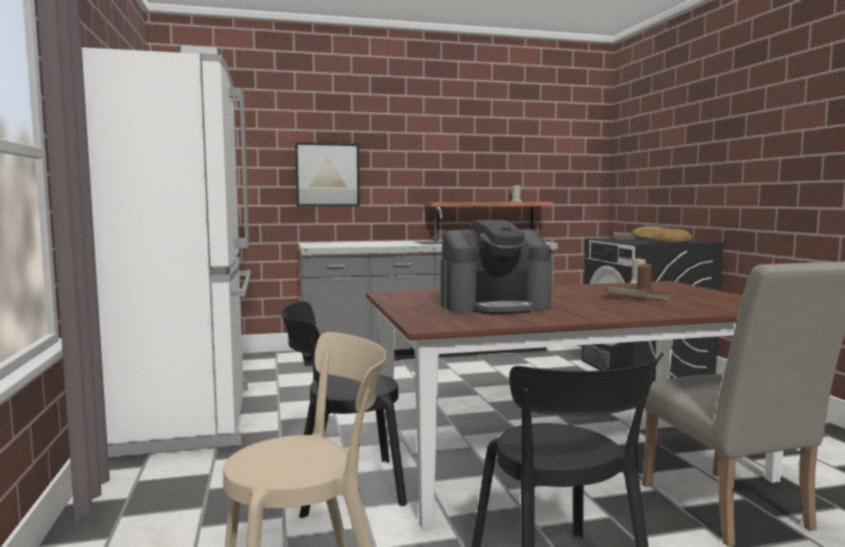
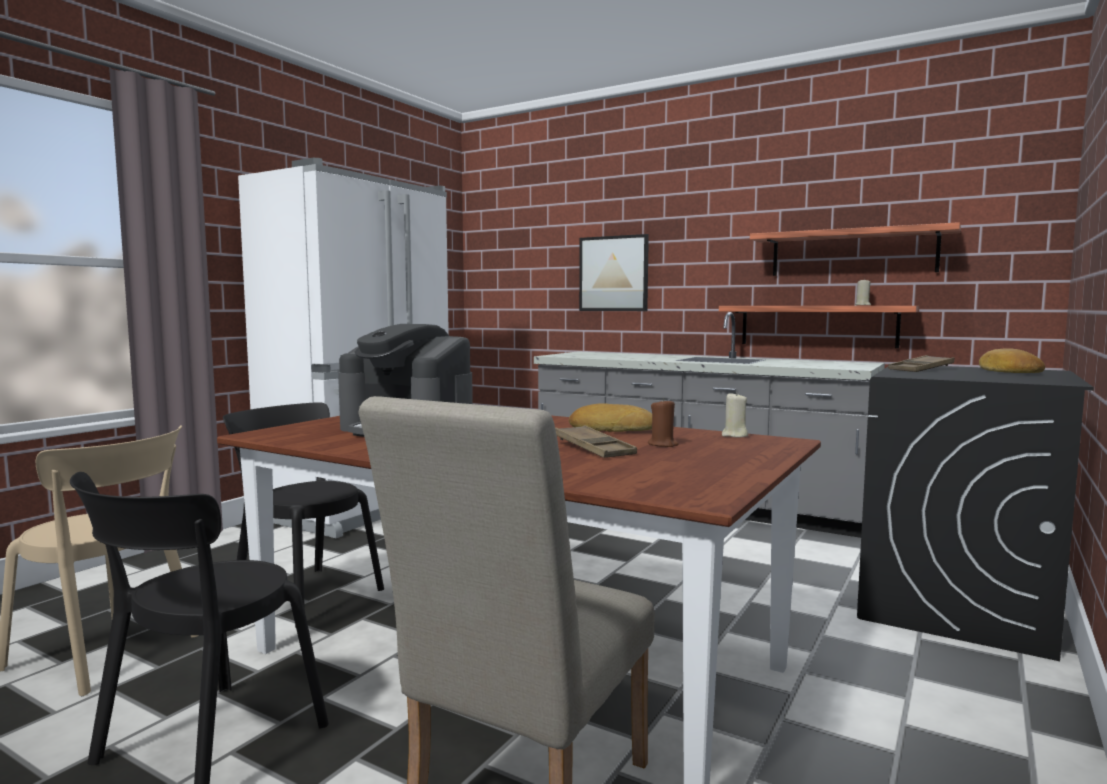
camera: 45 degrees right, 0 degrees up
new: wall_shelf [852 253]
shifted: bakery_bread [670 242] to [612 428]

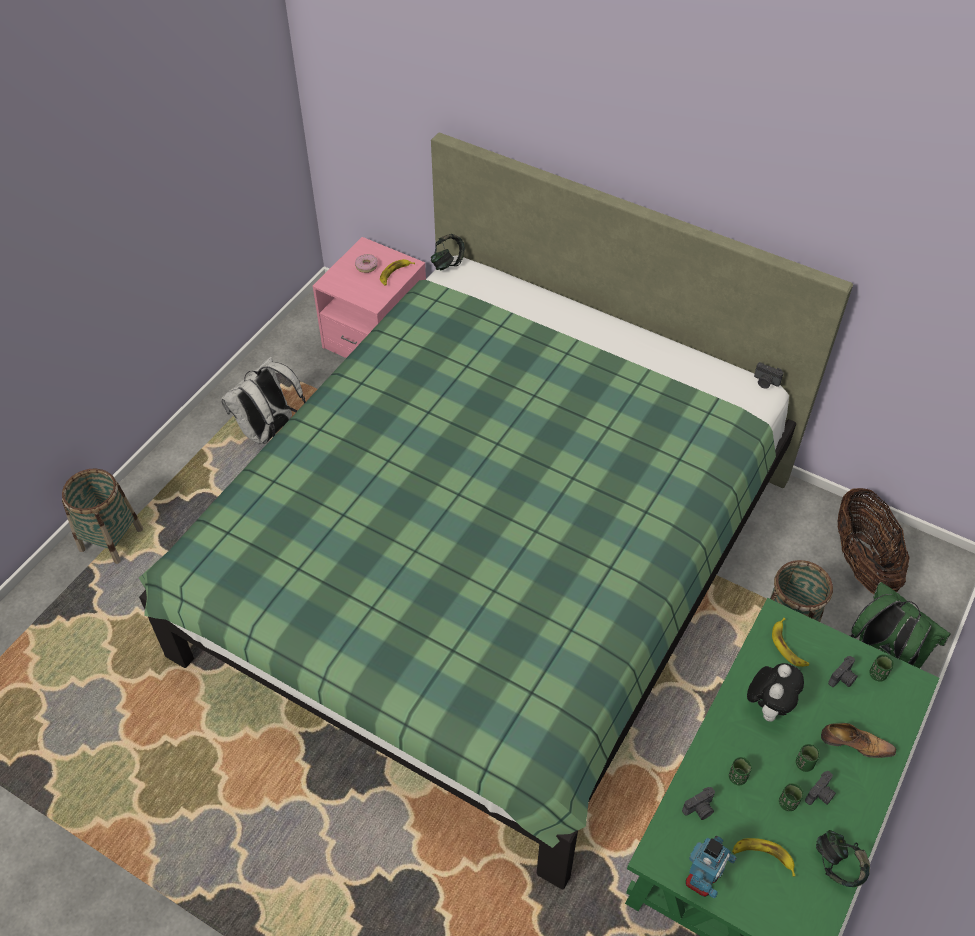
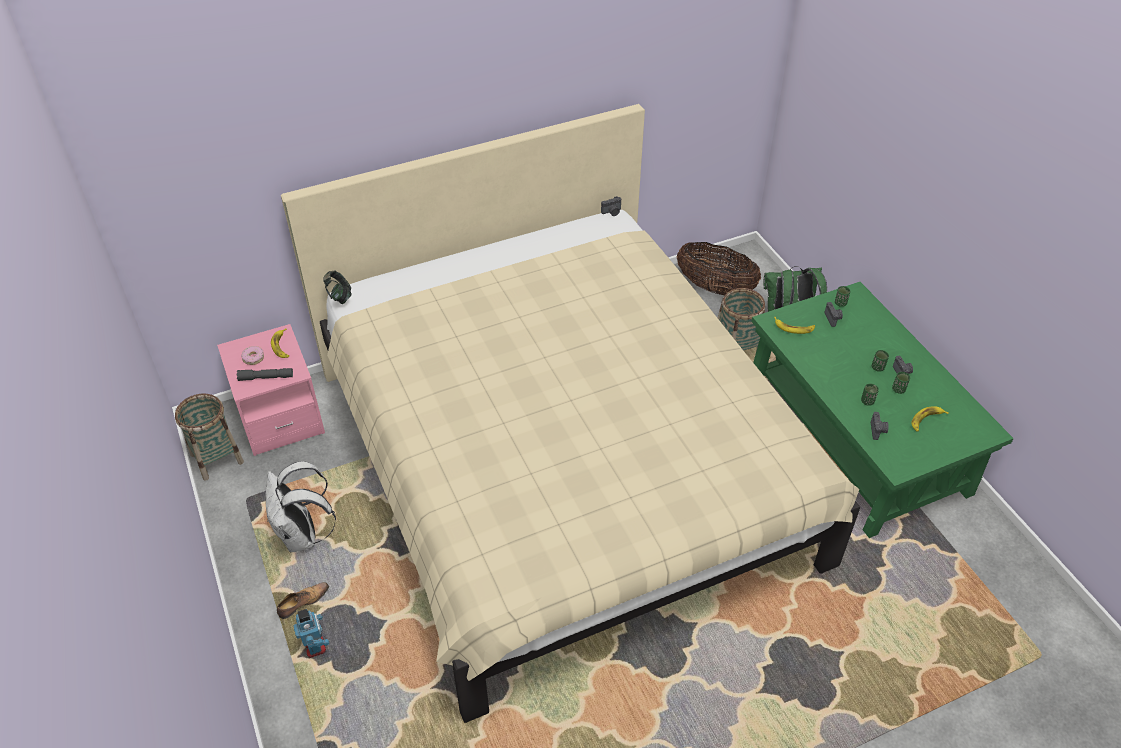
camera: 55 degrees left, 5 degrees down
gone: soft_toy [768 706]; pair_of_headphones [837 865]
new: grey_hand_torch [266 377]
shifted: household_basket [111 539] to [216 458]; toy_robot [702 879] to [316 646]; low_shoe [854 744] to [302 603]
repainted: green-coloured_bedroom_bed [490 565] to beige_bedroom_bed [560 466]

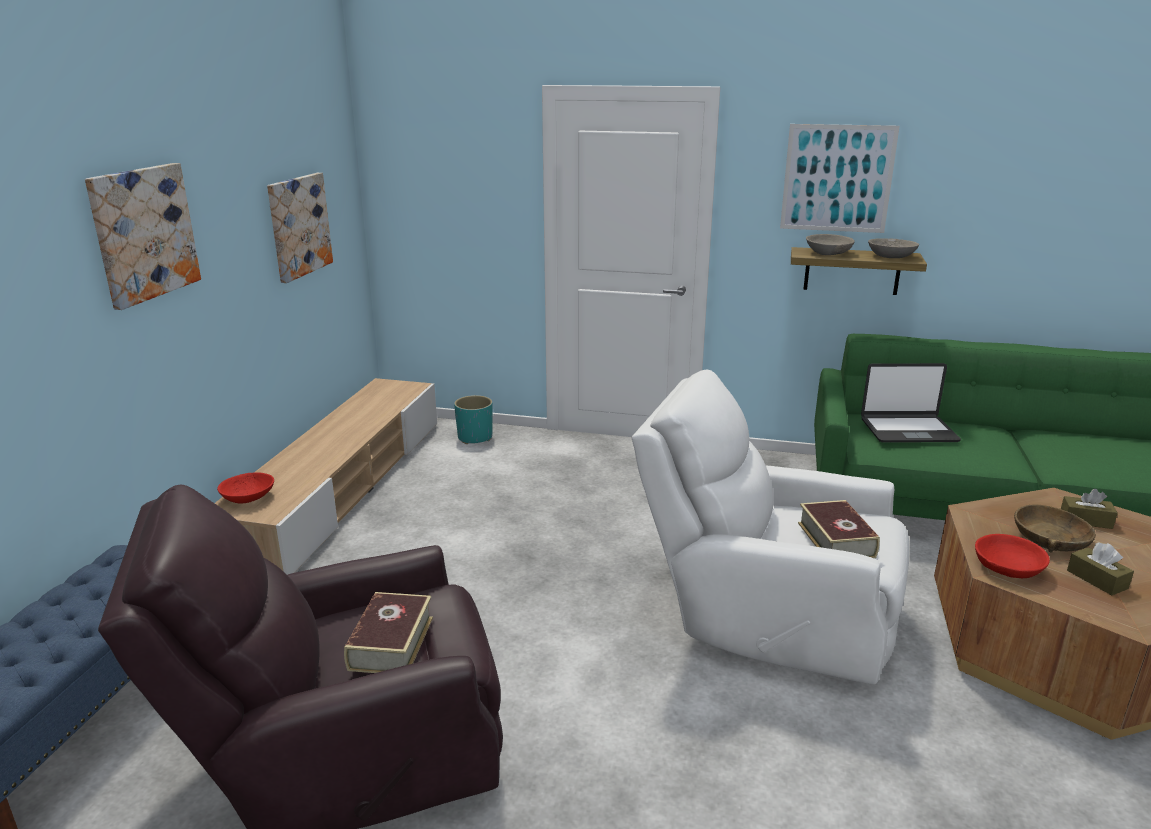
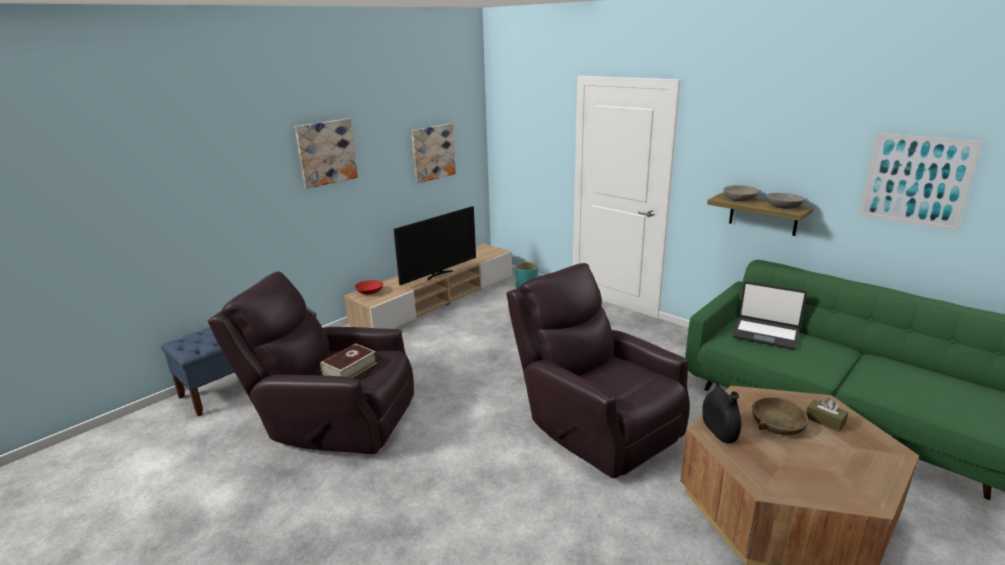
camera: 30 degrees right, 0 degrees up
gone: volume [836 540]; brown_box_of_tissues [1097 579]
new: television [438 275]
shifted: wall_art [837 178] to [916 180]
swapped: red_deep_dish [1008 568] to black-coloured_flower_vase [719 430]
repainted: white_armchair [766 616] to brown_armchair [595 425]

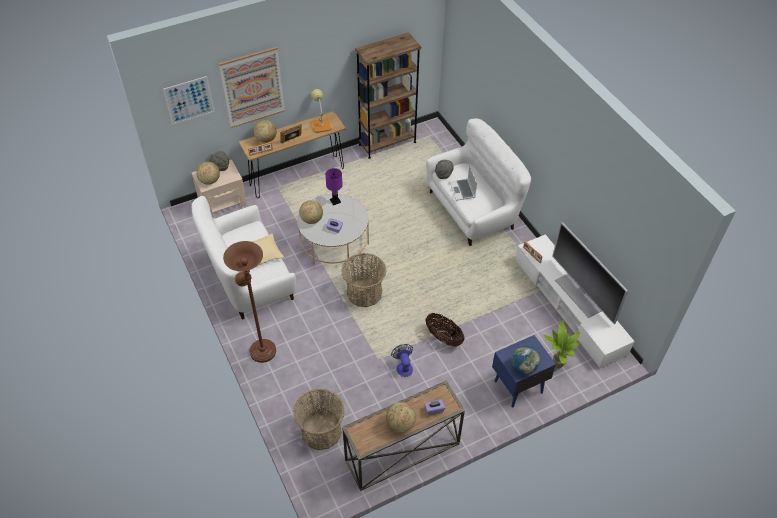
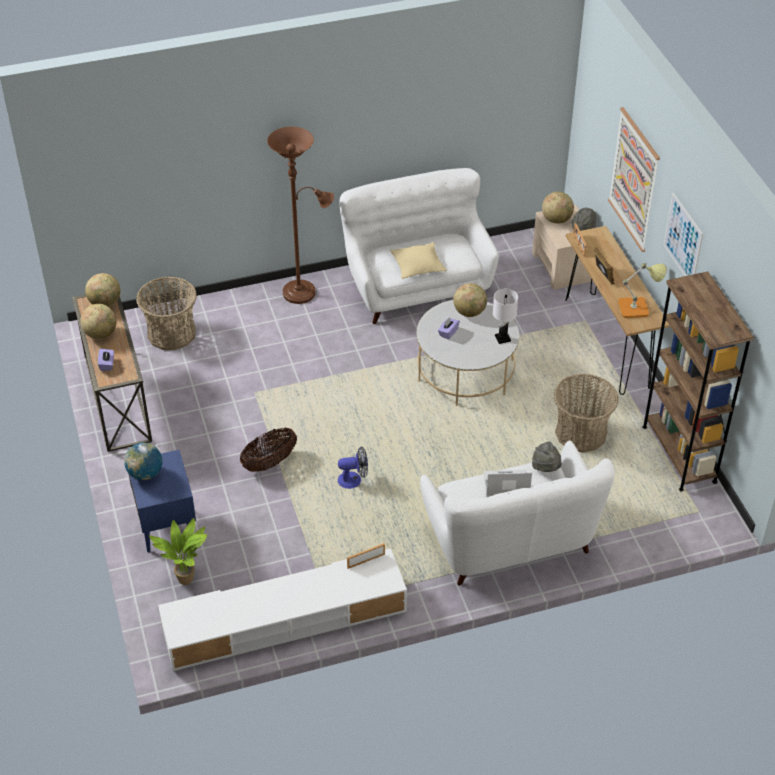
camera: 100 degrees right, 5 degrees down
gone: television [578 295]
shifted: wall_art [189 100] to [683 239]; desk_globe [266 139] to [105 303]; household_basket [364 293] to [581 433]; fan [403 366] to [354 480]
repainted: purple-coloured_lamp_for_a_table [335 201] to white_lamp_for_a_table [503 338]

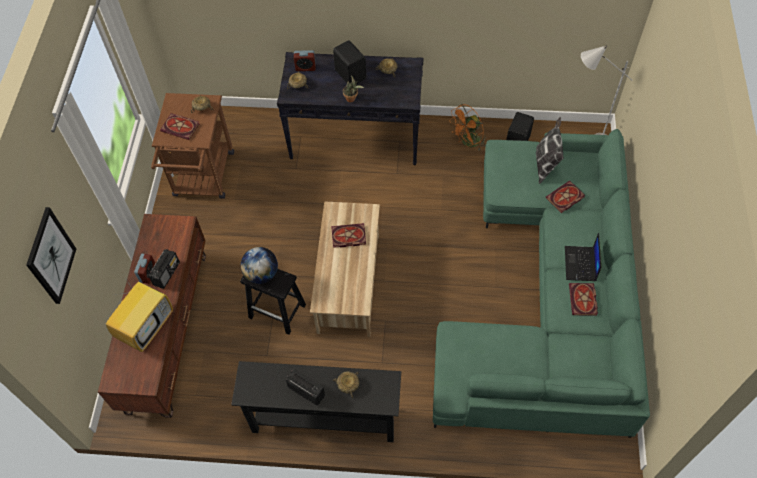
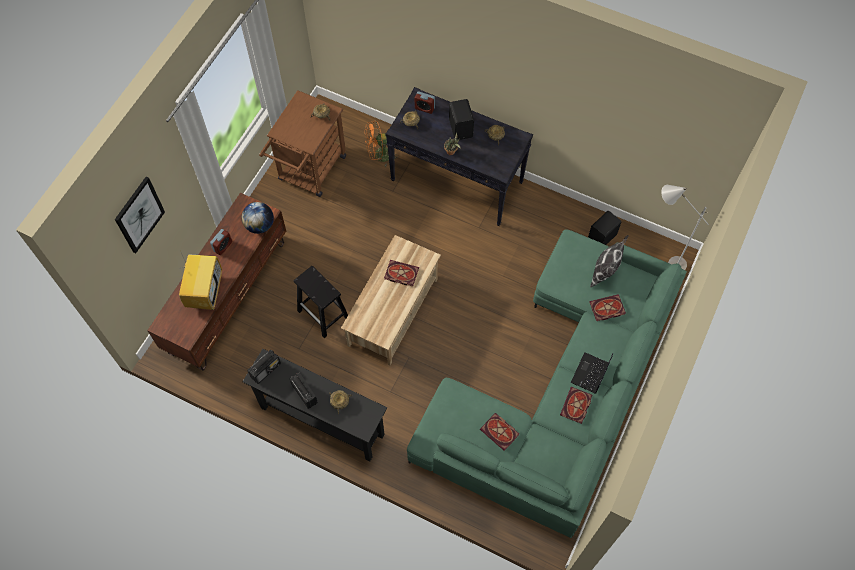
camera: 20 degrees right, 5 degrees up
shifted: radio [167 273] to [266 370]; volume [181 127] to [500 432]; desk_globe [261 274] to [260 225]; orangey_fan [468 143] to [379 156]
rotated: television [146 326] = [204 290] 45 degrees counterclockwise

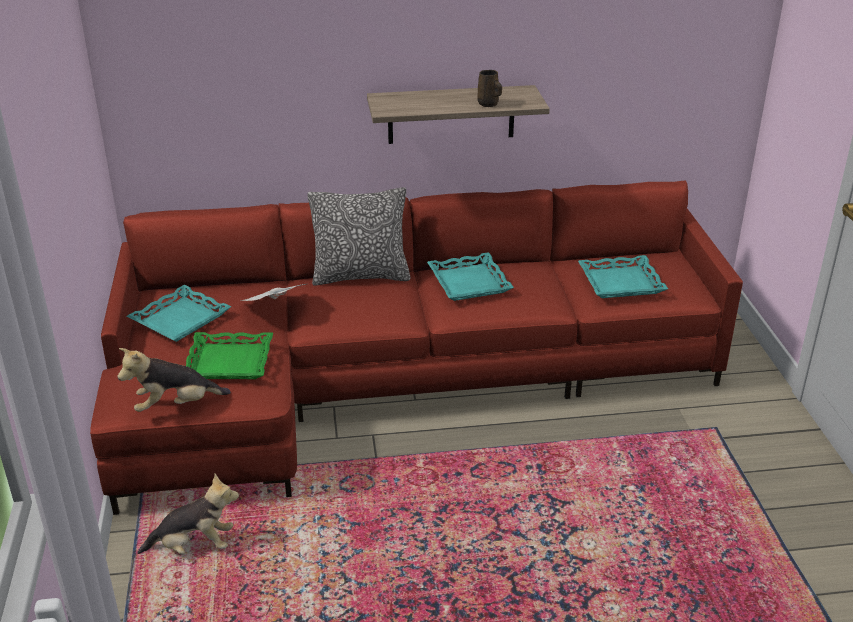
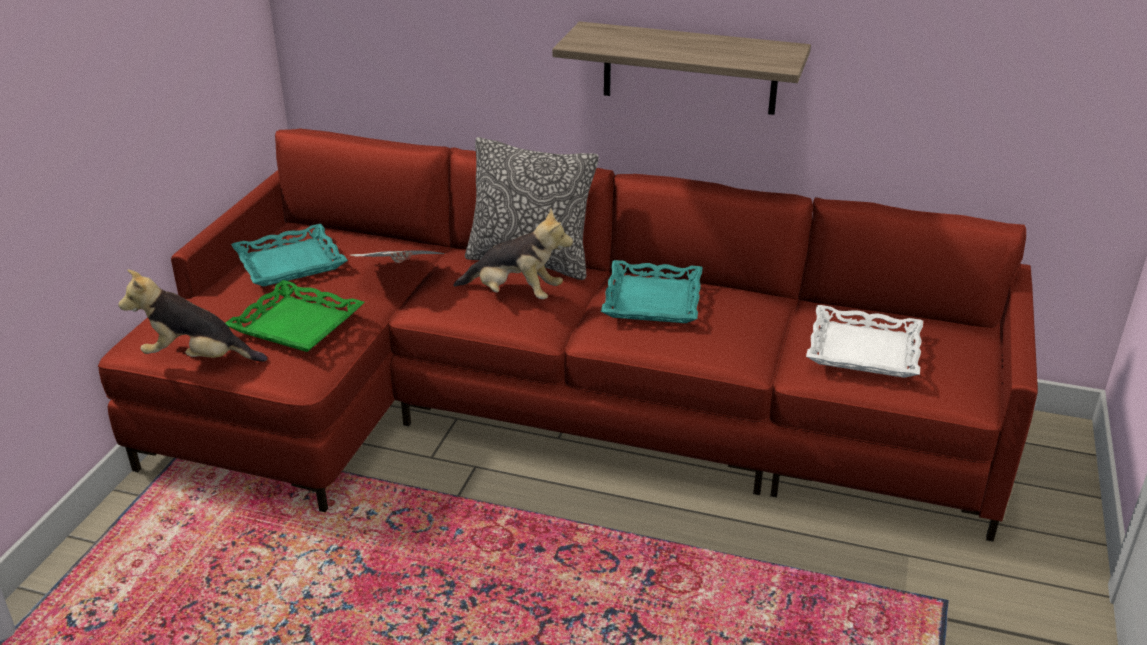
camera: 25 degrees right, 0 degrees up
gone: brown_mug [489 104]
shifted: soft_toy [194 546] to [515 294]
repainted: turquoise-coloured_carrying_tray [621 283] to white_carrying_tray [863 350]

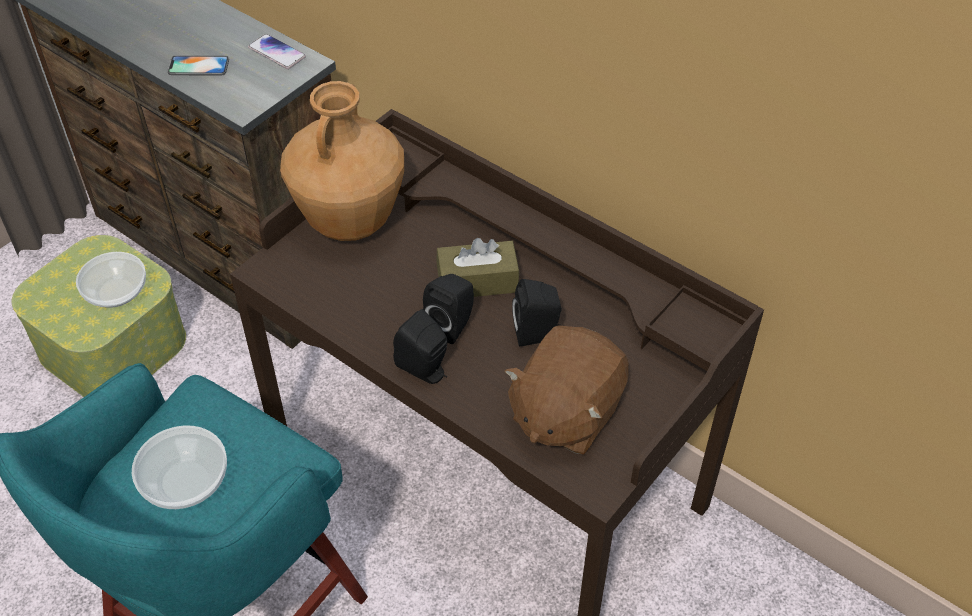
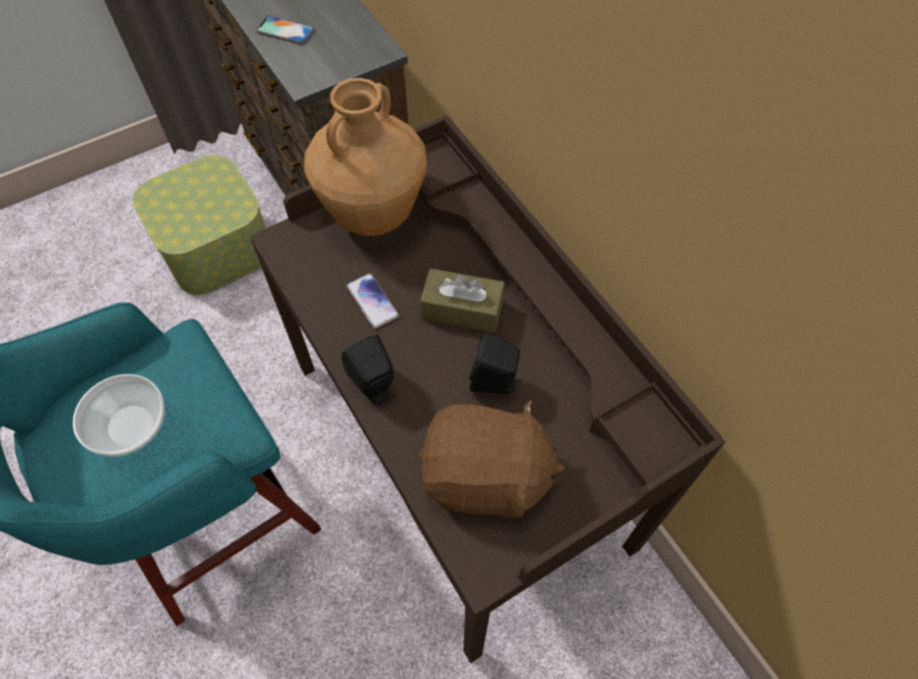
camera: 20 degrees right, 10 degrees up
gone: deep_dish [115 292]; black-coloured_audio_speaker [452 325]
shifted: handset [276 52] to [372 301]
rotated: brown_soft_toy [565 413] = [486 477] 135 degrees counterclockwise

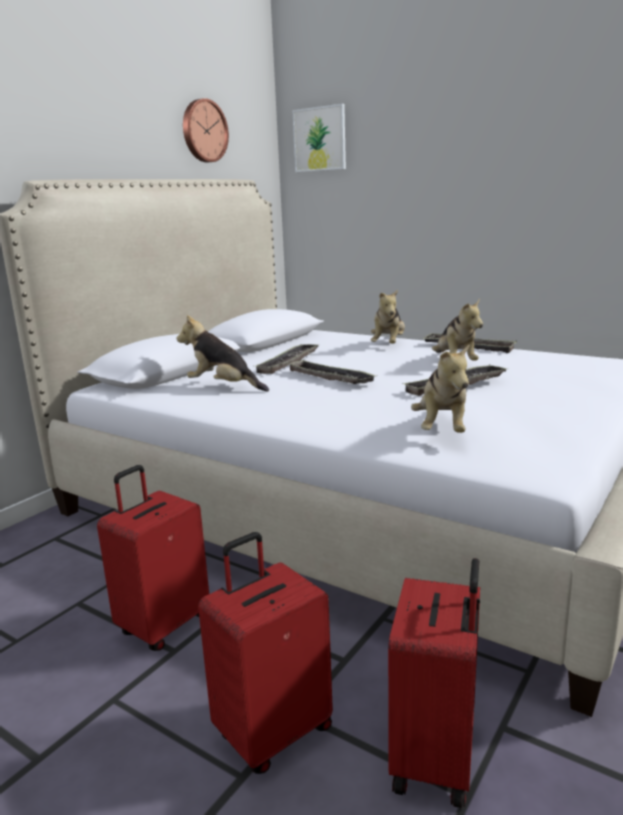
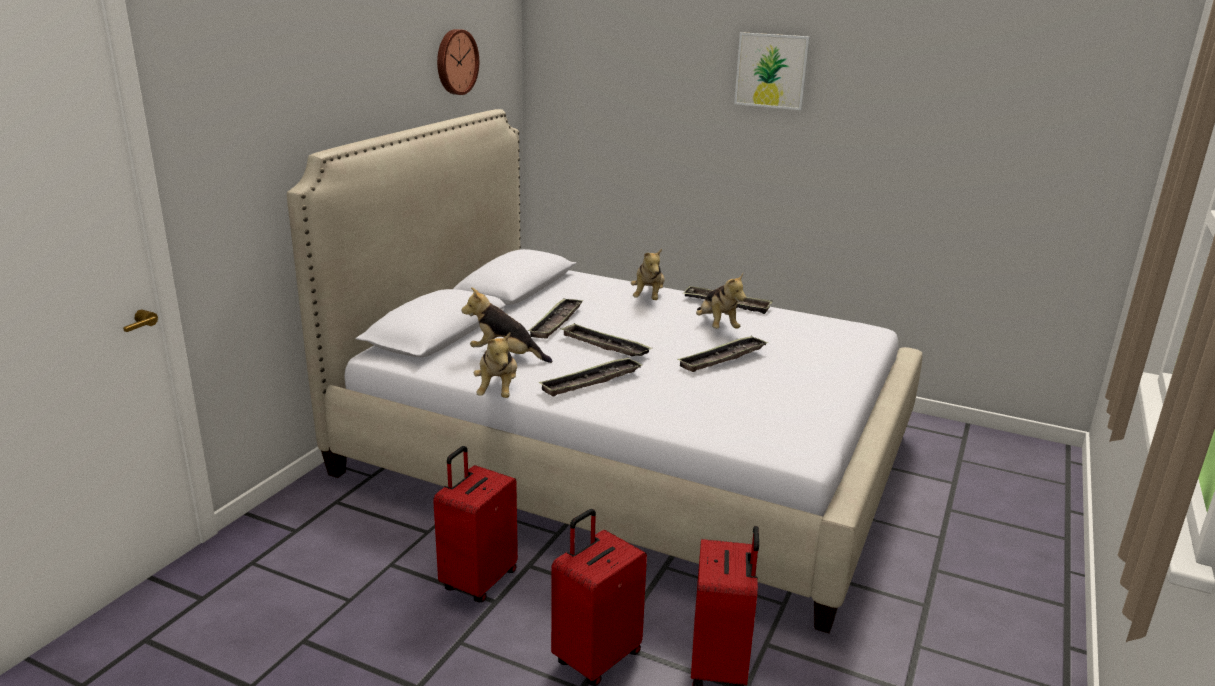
camera: 10 degrees left, 5 degrees up
new: carrying_tray [591 382]
shifted: wall_art [319 139] to [771 71]; soft_toy [442 429] to [498 391]

